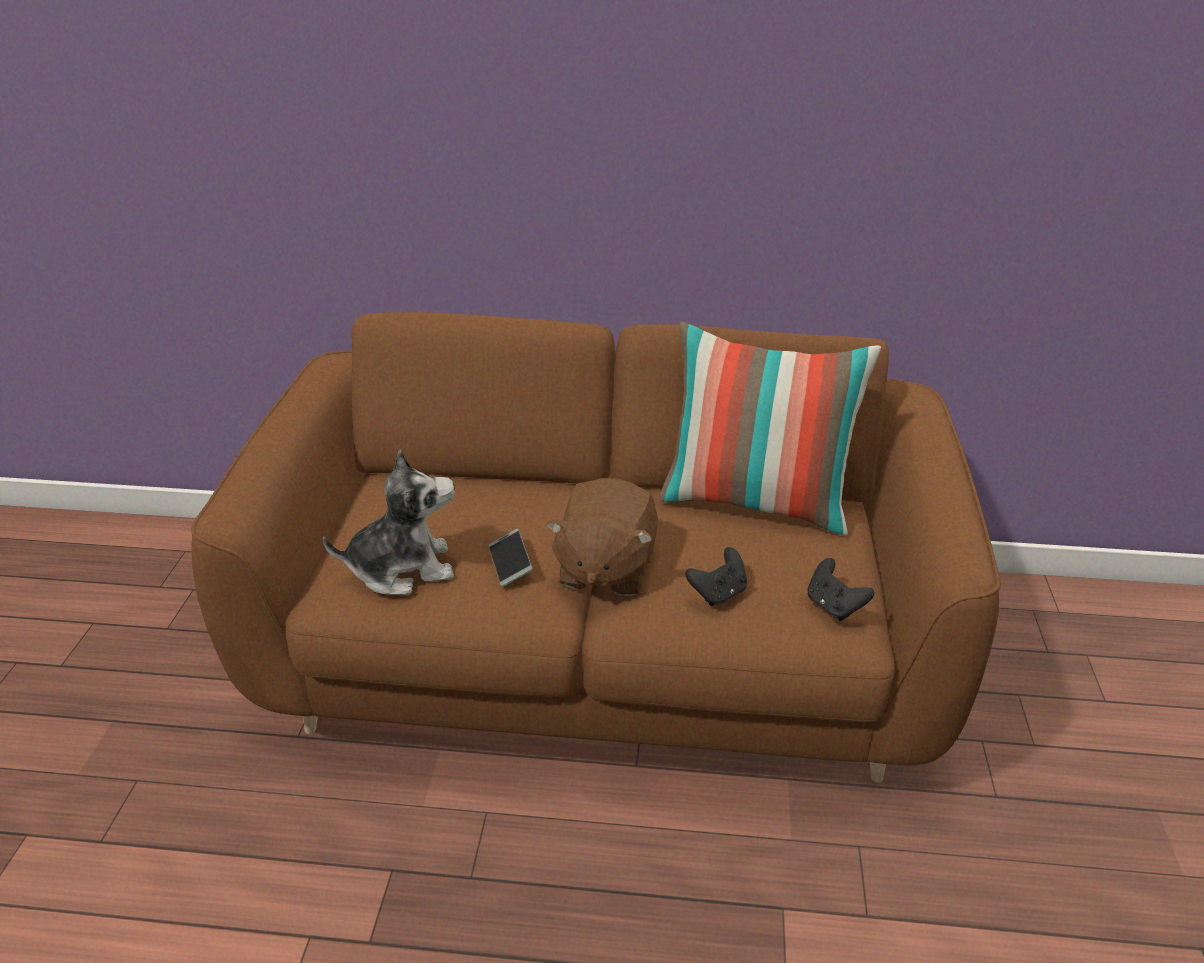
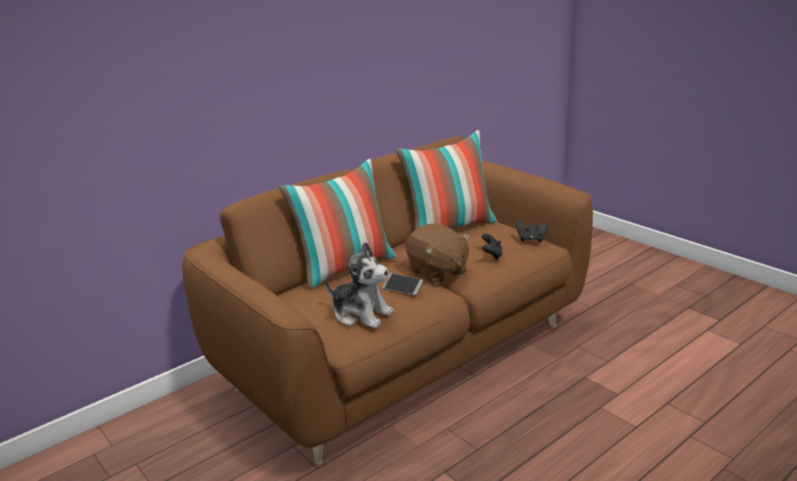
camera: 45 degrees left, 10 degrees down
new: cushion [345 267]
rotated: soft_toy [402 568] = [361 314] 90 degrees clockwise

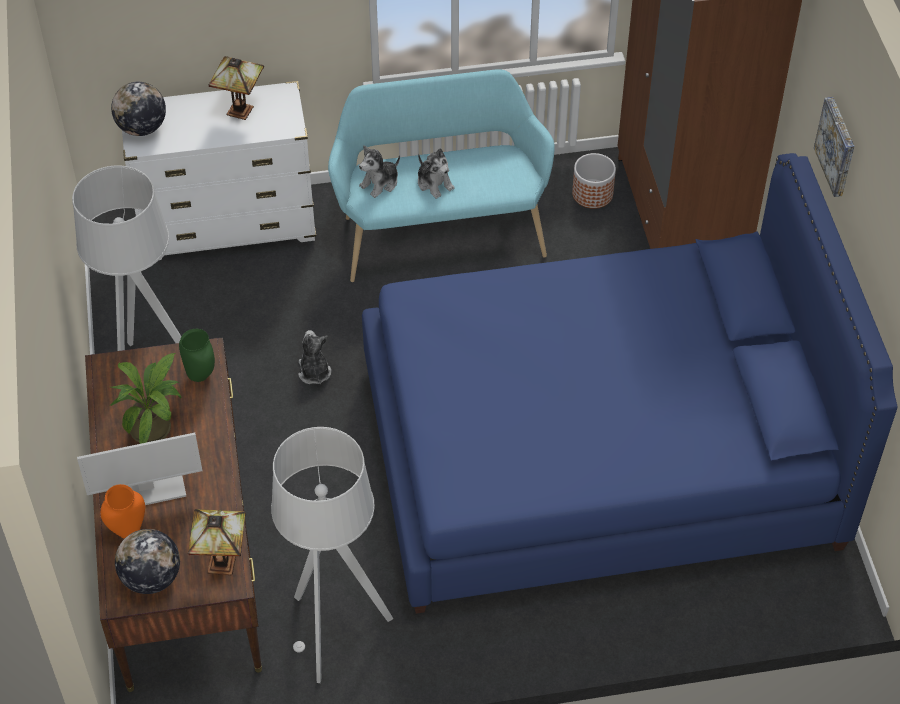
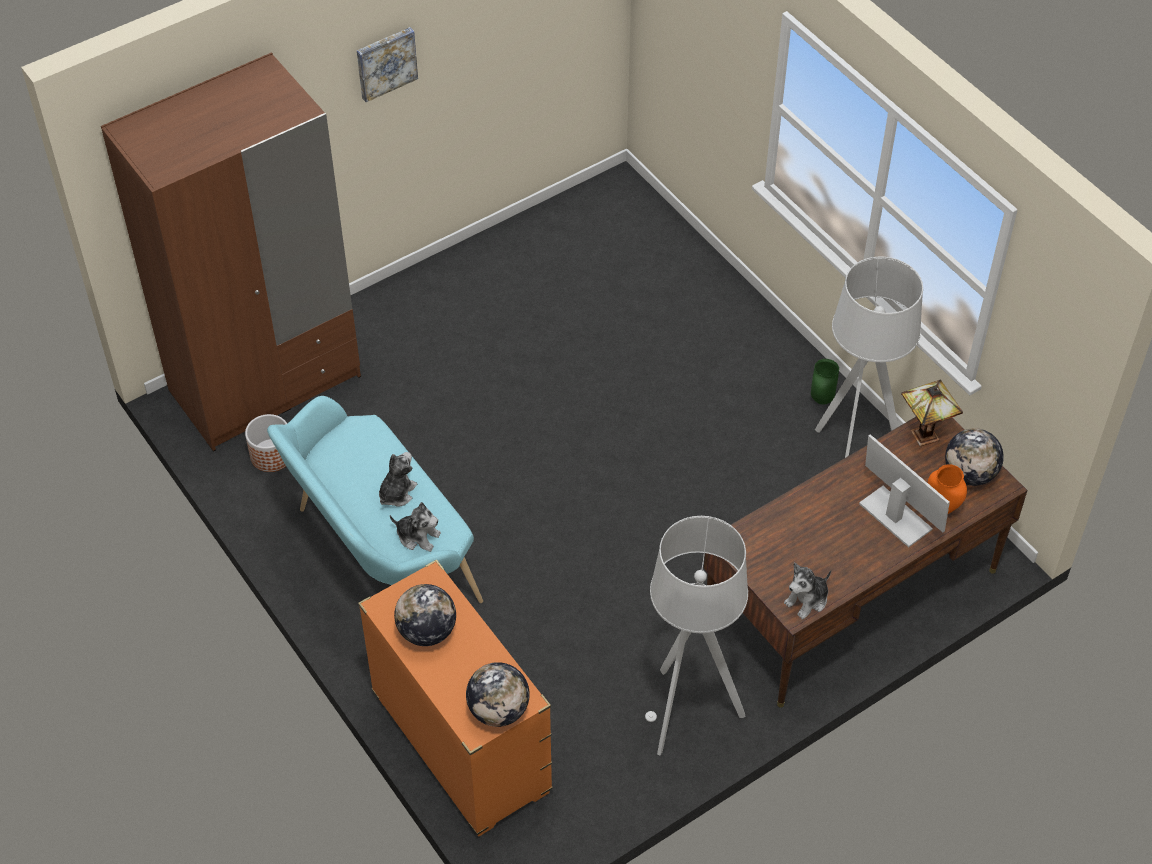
camera: 115 degrees left, 0 degrees up
gone: plant_in_a_pot [155 426]; blue_bedroom_bed [598 453]
shifted: green-coloured_flower_vase [201 375] to [821 399]; soft_toy [314 372] to [807 600]
swapped: lamp_for_a_table [242 110] to desk_globe [427 632]
repainted: white_chest_of_drawers [228 225] to orangey_chest_of_drawers [460 743]

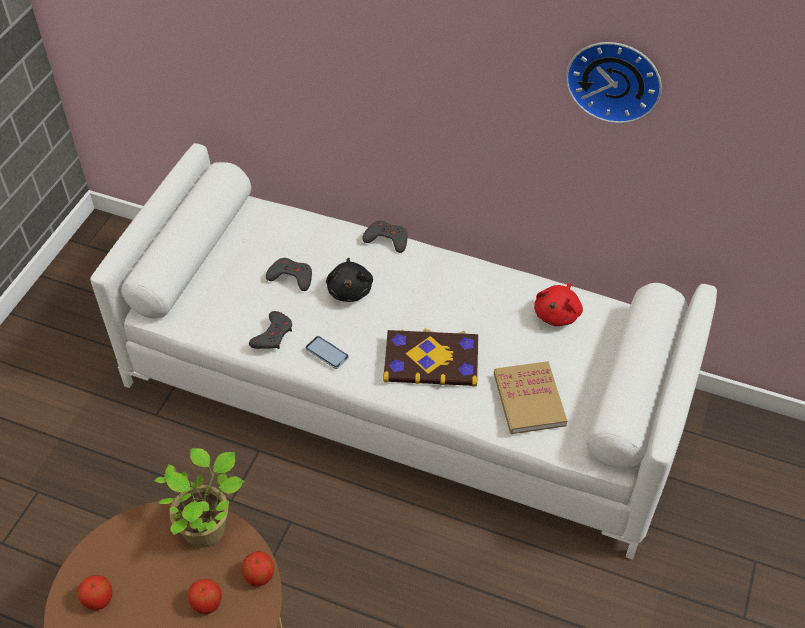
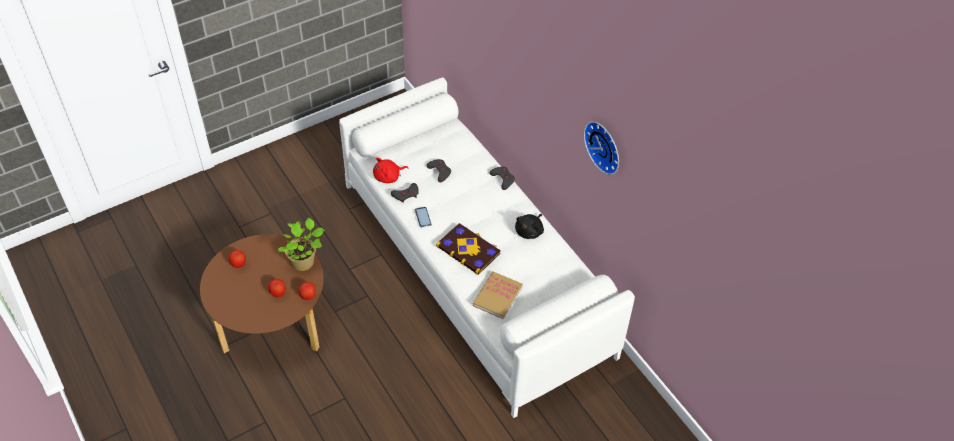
camera: 35 degrees right, 0 degrees up
shifted: black-coloured_soft_toy [350 289] to [530 231]; red_soft_toy [557 313] to [388 177]

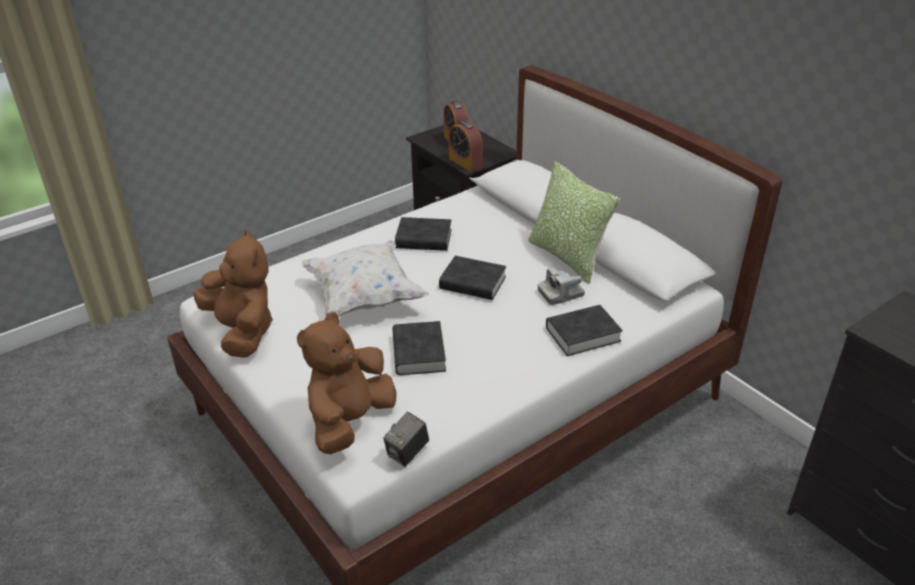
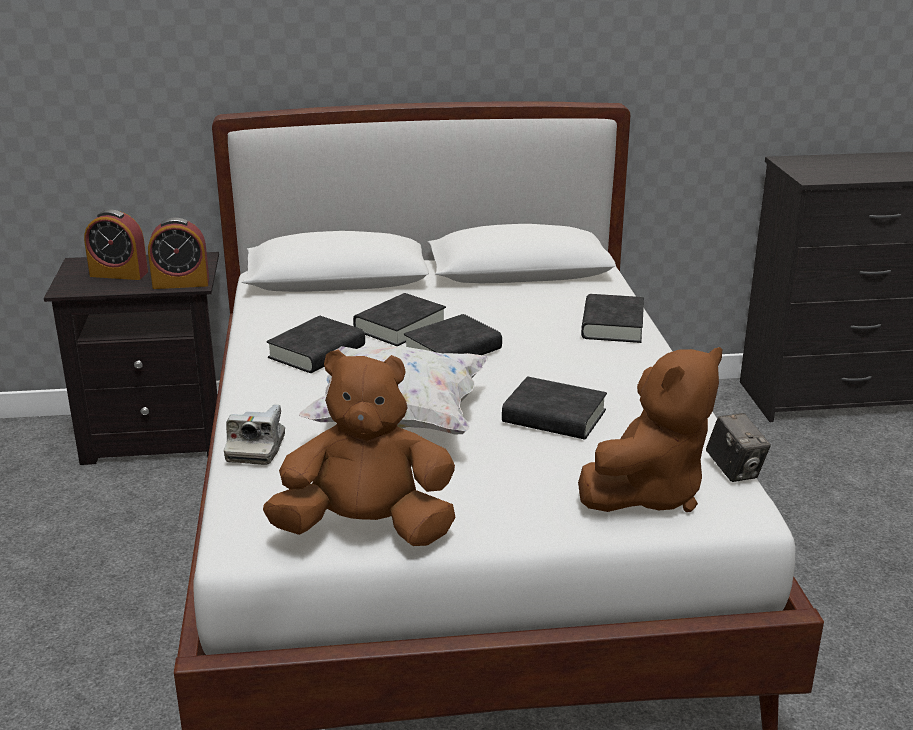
camera: 60 degrees left, 10 degrees down
gone: cushion [567 257]
new: black-coloured_volume [400 326]
shifted: still_camera [561 294] to [256 449]
rotated: brown_soft_toy [350 421] = [648 492] 105 degrees counterclockwise

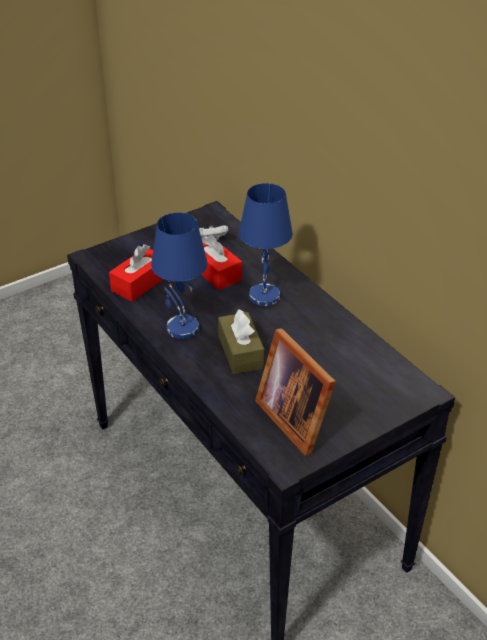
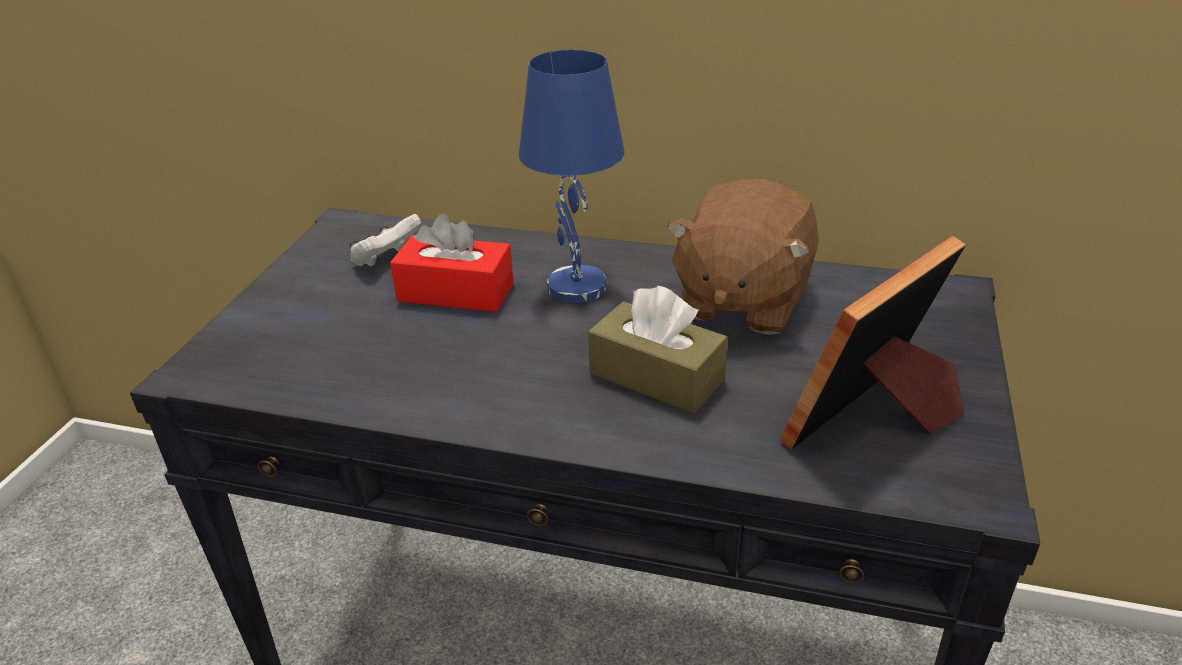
camera: 40 degrees left, 5 degrees down
gone: red_box_of_tissues [139 283]; blue_lamp_for_a_table [181 328]
new: brown_soft_toy [741 301]
rotated: picture_frame [295 417] = [875 419] 120 degrees clockwise

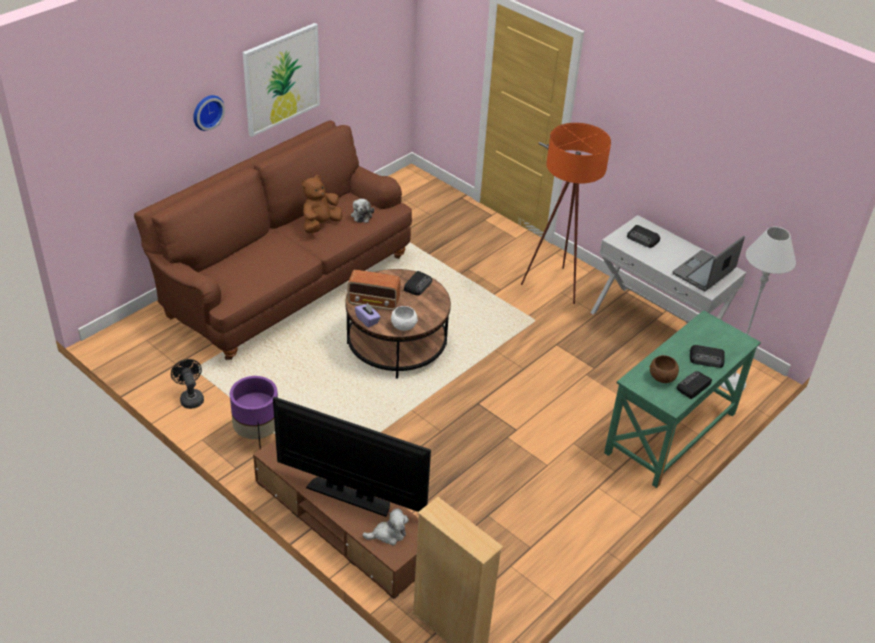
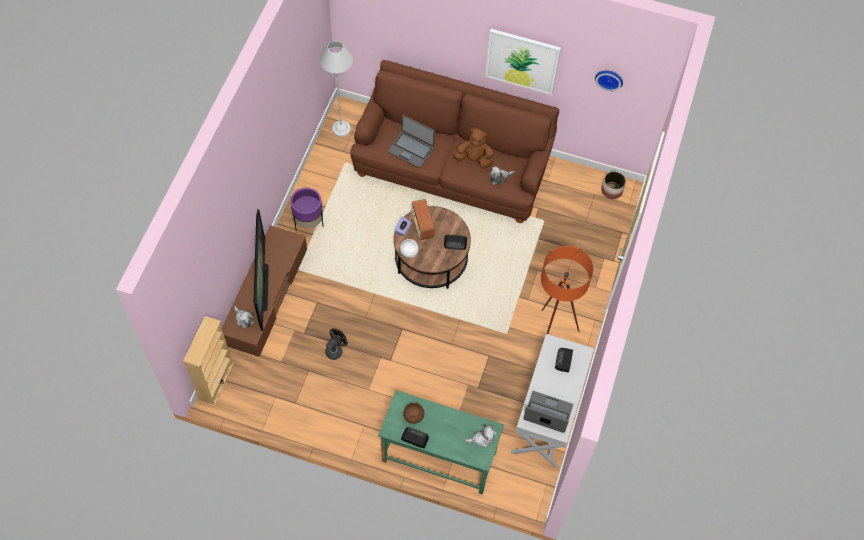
camera: 65 degrees right, 20 degrees up
gone: radio [707 359]
new: portable_computer [411 149]; soft_toy [482 438]; planter [612 190]
shifted: black-coloured_fan [190 398] to [336 350]; wall_clock [206 111] to [609 78]; grey_standing_lamp [732 382] to [341 128]

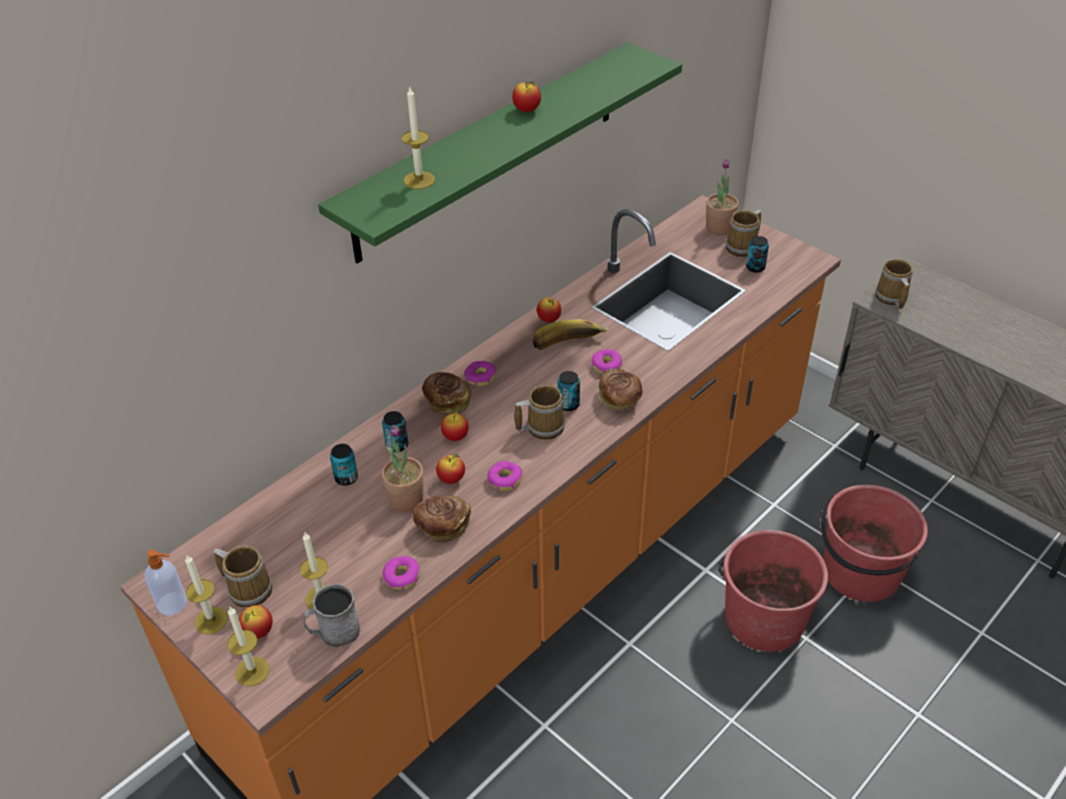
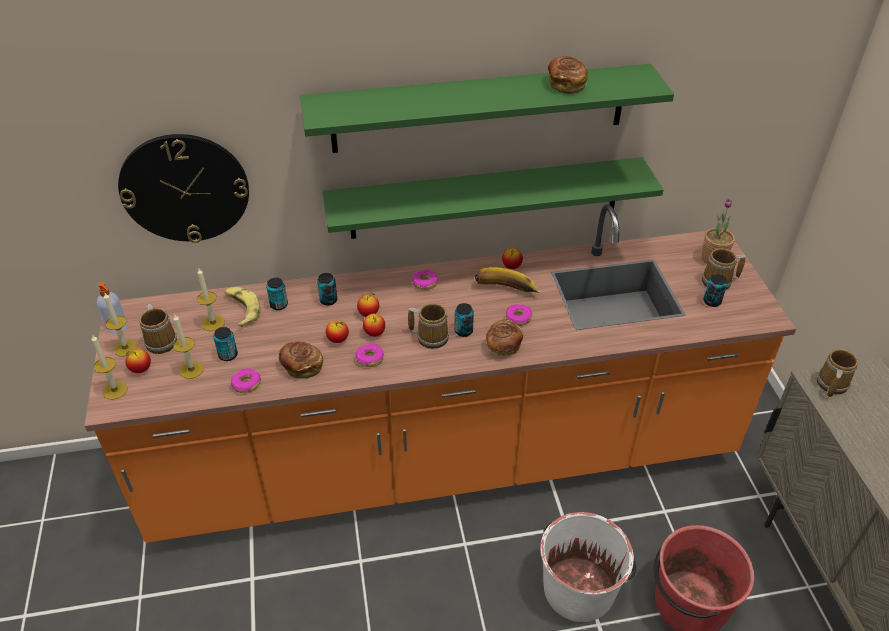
camera: 35 degrees right, 0 degrees up
gone: grey_mug [334 633]; plant_in_a_pot [406 499]
new: wall_clock [185 188]; sealed_can [228 355]; banana [242 309]; green-coloured_wall_shelf [485 198]
shifted: candle [419 180] to [213 323]; bakery_bread [447 401] to [566 84]; apple_fruit [527 110] to [374 333]
repainted: red_pail [764 618] to white_pail [579 588]

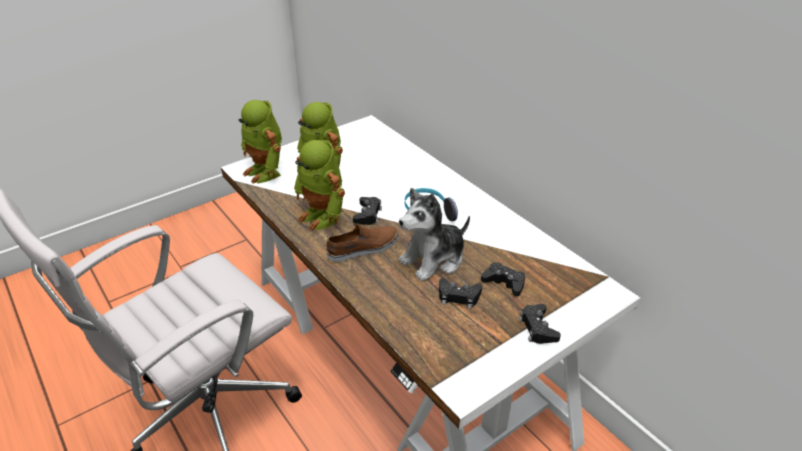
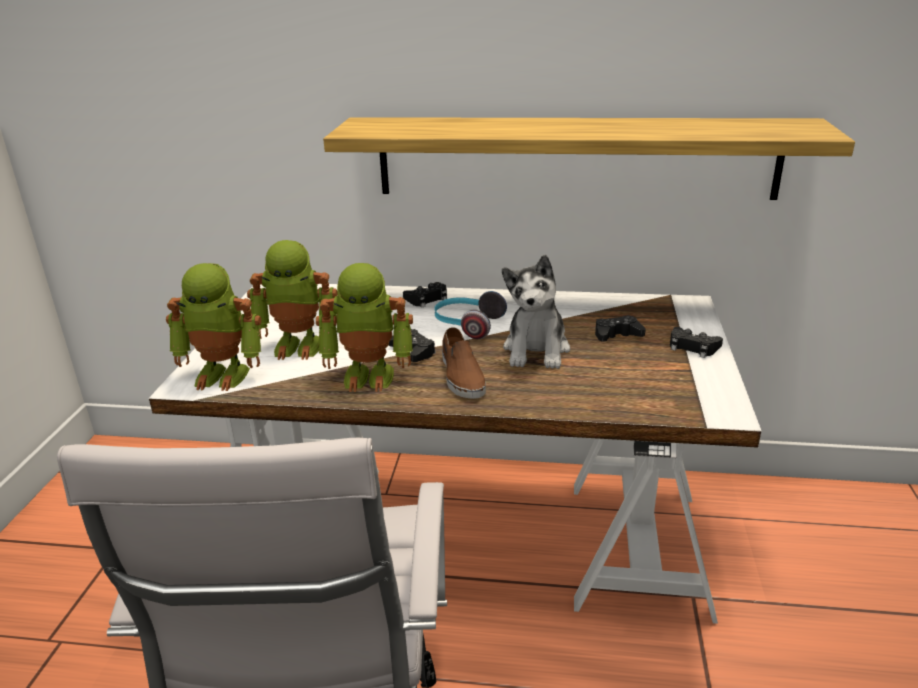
camera: 45 degrees left, 10 degrees down
new: wall_shelf [575 157]
shifted: black-coloured_gamepad [458 296] to [427 299]
rotated: brown_low_shoe [364 248] = [461 375] 150 degrees clockwise

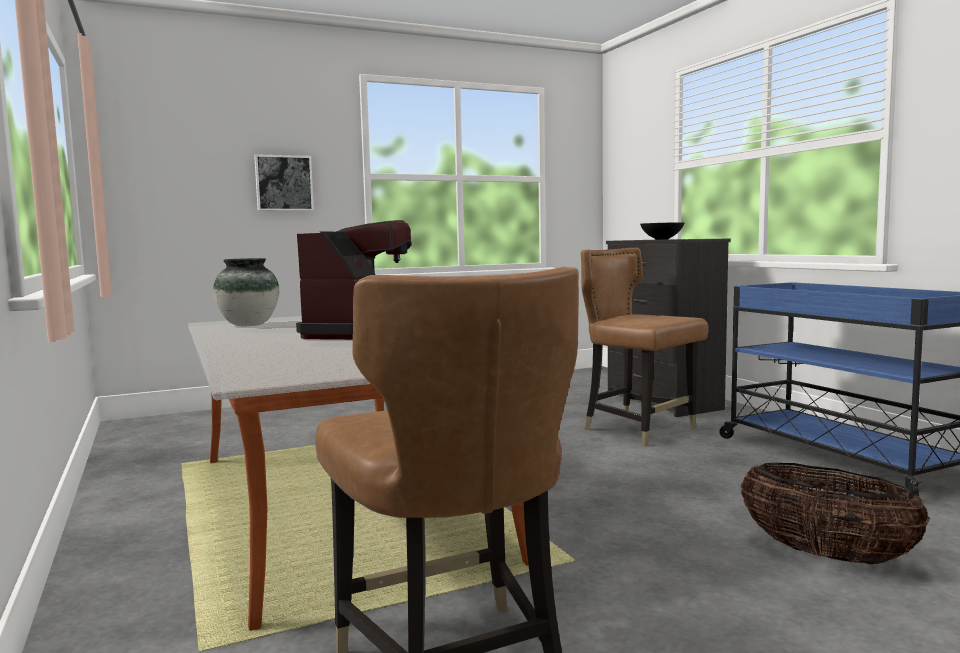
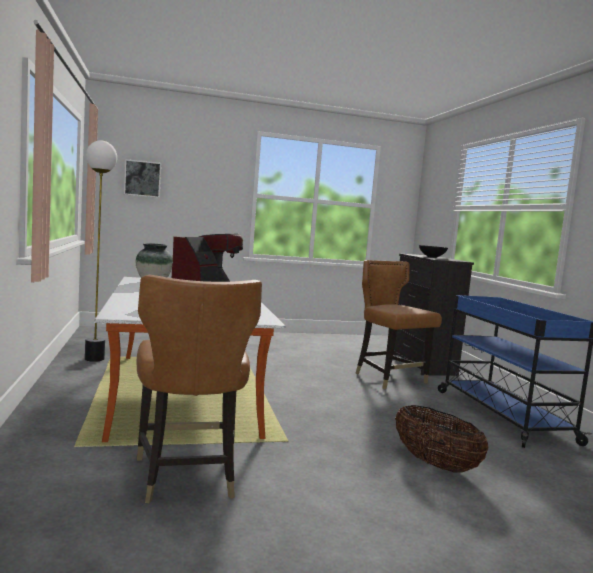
camera: 10 degrees right, 0 degrees up
new: standing_lamp [94 359]
shifted: wall_art [284 183] to [142 178]

